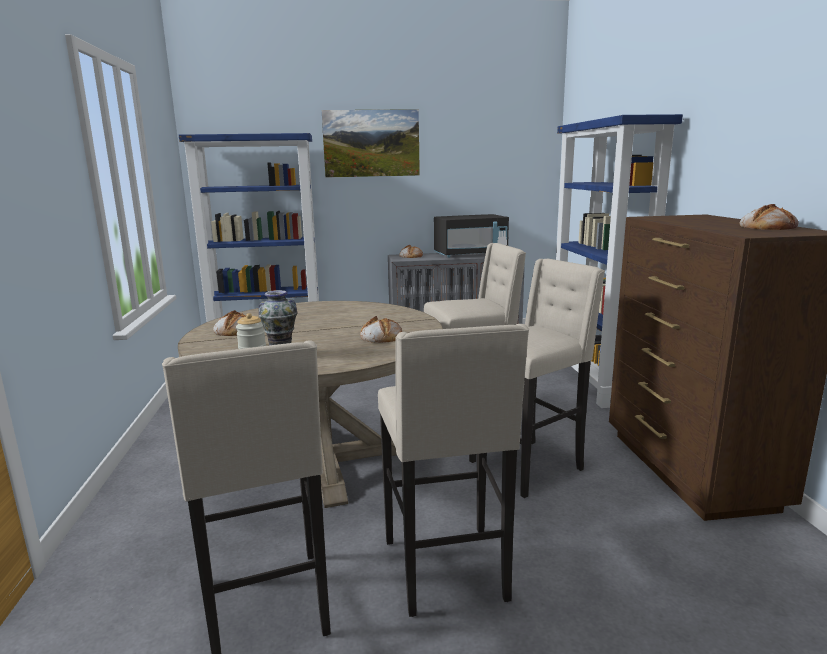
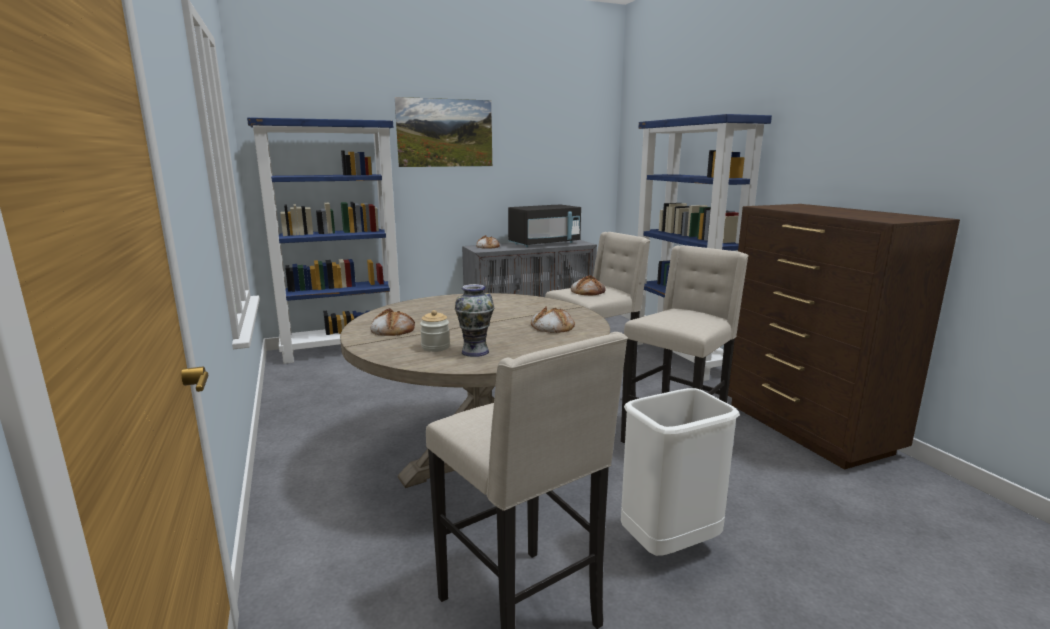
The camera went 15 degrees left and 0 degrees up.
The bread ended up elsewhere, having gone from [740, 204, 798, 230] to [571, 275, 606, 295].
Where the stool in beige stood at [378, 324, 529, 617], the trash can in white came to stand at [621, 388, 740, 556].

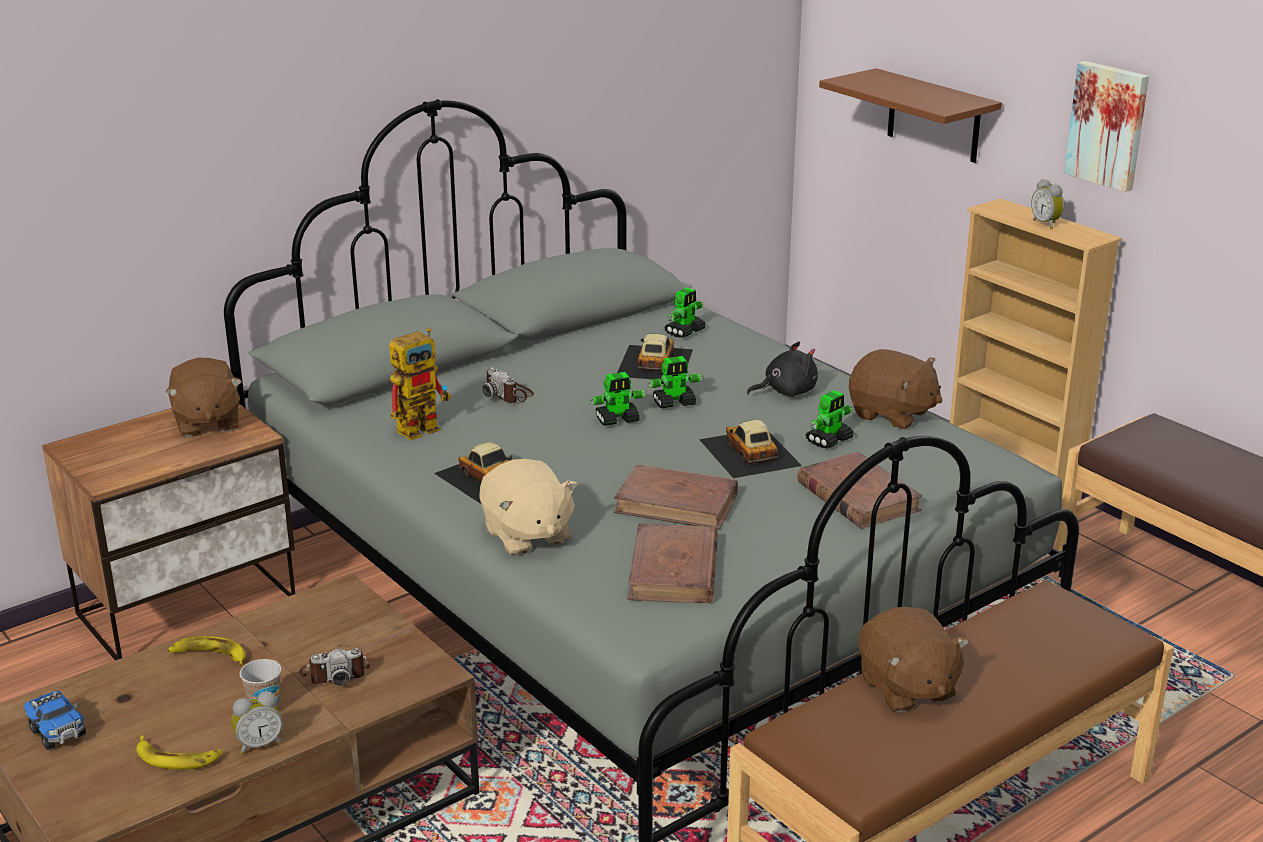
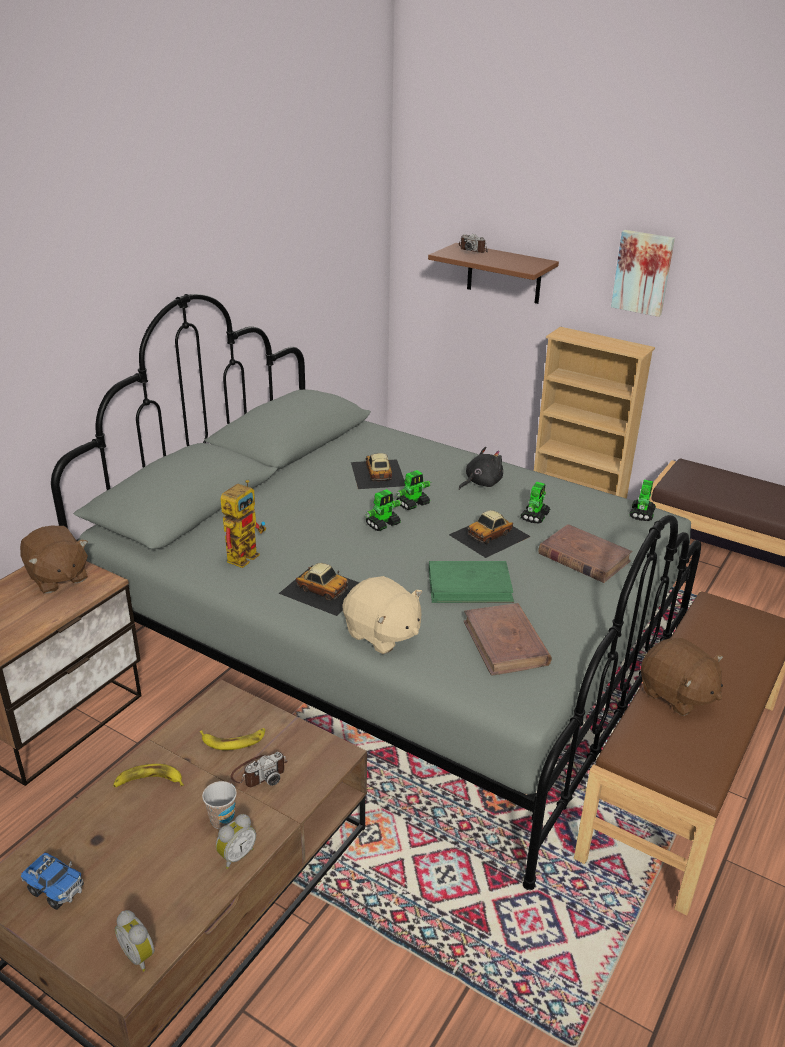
The camera went 20 degrees left and 5 degrees up.
The alarm clock ended up elsewhere, having gone from [1031, 179, 1064, 229] to [115, 910, 154, 972].
The banana ended up elsewhere, having gone from [136, 736, 223, 770] to [200, 728, 265, 750].
What was the book in brown at [614, 465, 738, 530] turned into the book in green at [429, 561, 514, 603].
The toy car at [699, 420, 802, 478] ended up facing another way, 90 degrees counterclockwise from before.
The photo camera ended up elsewhere, having gone from [483, 367, 534, 403] to [458, 234, 488, 253].
The toy robot ended up elsewhere, having gone from [664, 288, 706, 338] to [629, 480, 656, 521].
The second view lost the plush toy in brown at [849, 349, 943, 429].

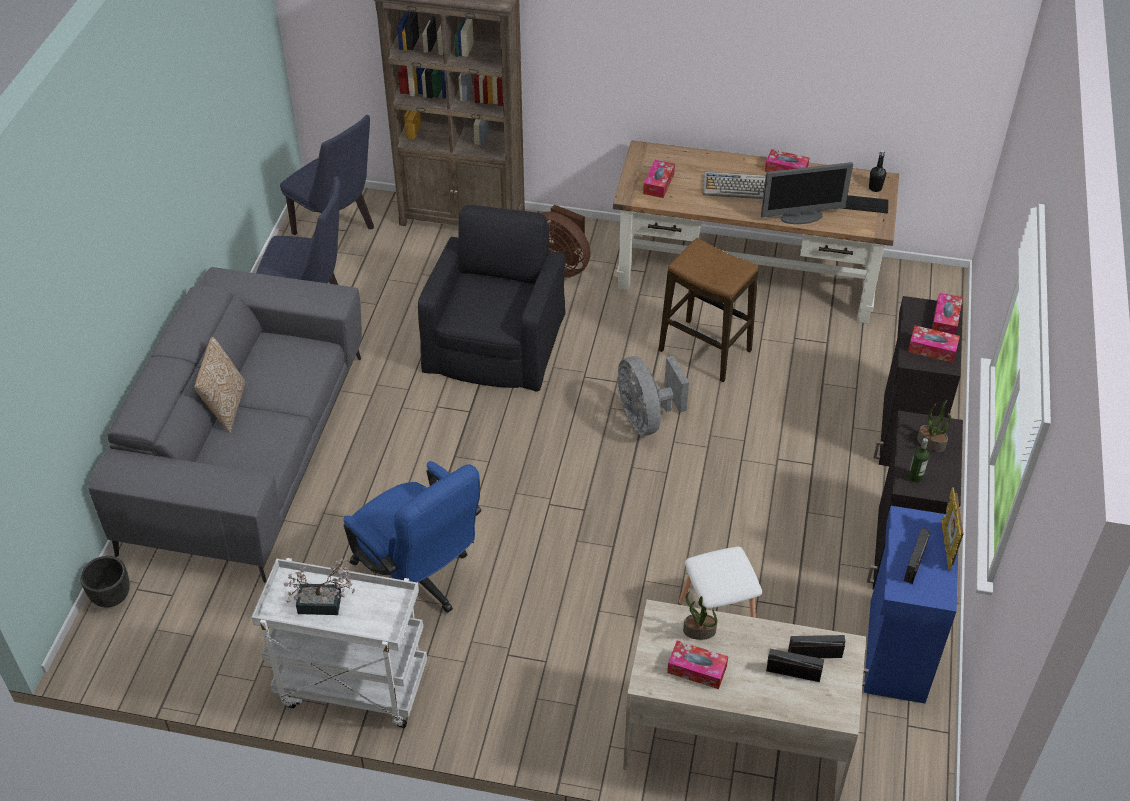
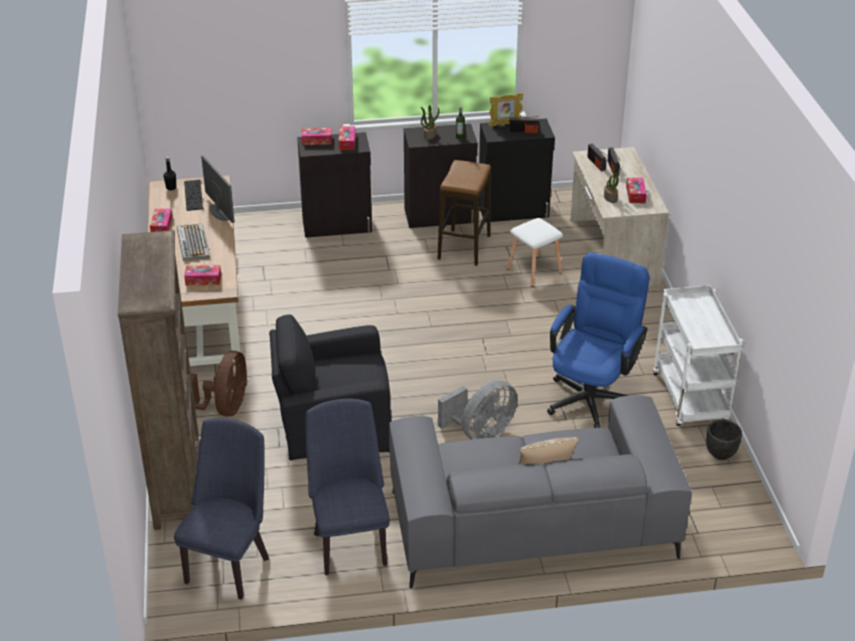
The camera went 110 degrees left and 10 degrees down.
The stool ended up elsewhere, having gone from [659, 238, 759, 382] to [438, 160, 491, 266].
The fan in grey ended up elsewhere, having gone from [618, 356, 689, 435] to [438, 380, 518, 439].
What was the cabinet in blue at [862, 506, 958, 703] turned into the cabinet in black at [479, 118, 555, 222].
The planter in black ended up elsewhere, having gone from [80, 556, 130, 607] to [706, 420, 742, 460].
The second view lost the potted plant at [284, 558, 355, 615].

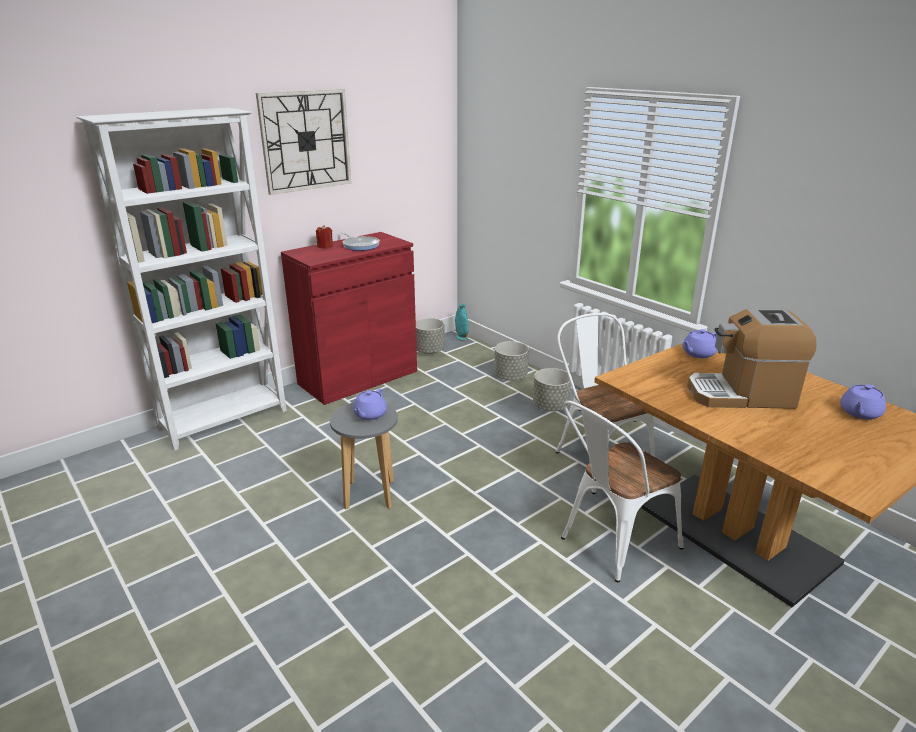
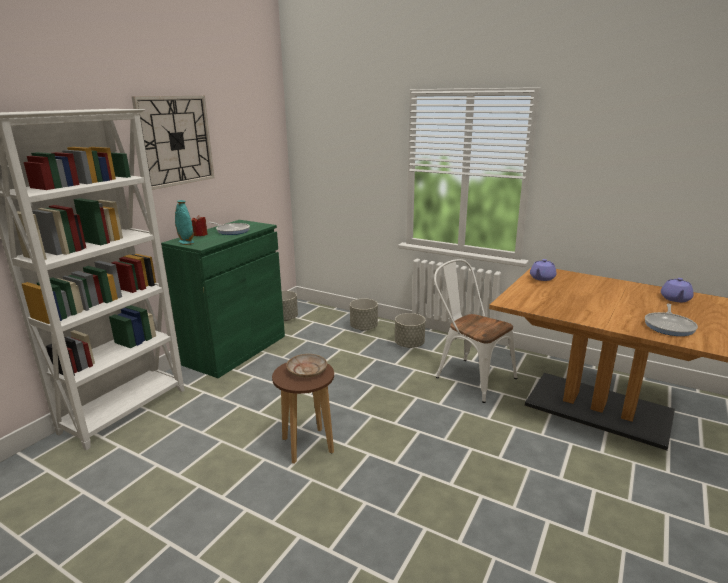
The camera went 20 degrees left and 5 degrees down.
What was the cabinet in red at [281, 232, 417, 405] turned into the cabinet in green at [161, 220, 285, 378].
The vase in turquoise ended up elsewhere, having gone from [455, 304, 469, 341] to [175, 200, 194, 245].
What was the stool in grey at [330, 403, 398, 510] turned into the stool in brown at [272, 363, 334, 464].
Where the teapot in purple stood at [353, 389, 387, 420], the plate in beige came to stand at [286, 354, 327, 377].
The second view gained the frying pan at [645, 304, 698, 336].
The second view lost the chair in white at [561, 401, 684, 582].
The second view lost the coffee machine at [687, 309, 816, 409].

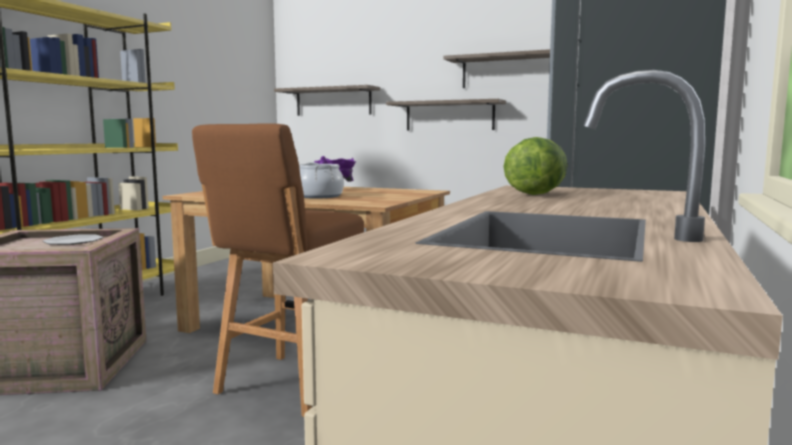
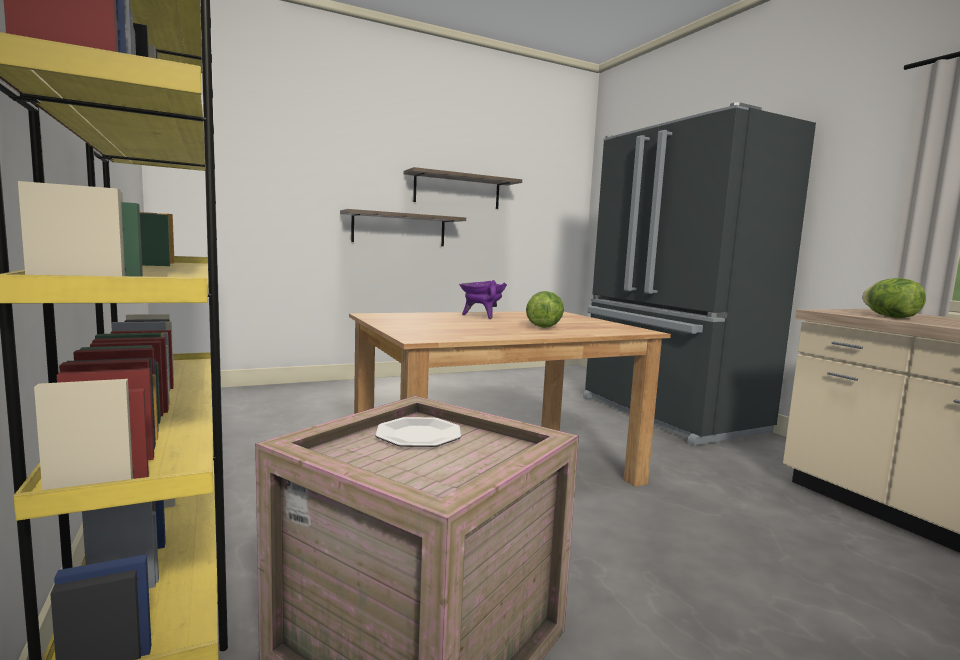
The camera went 50 degrees left and 0 degrees up.
Where the cooking pot stood at [299, 162, 344, 199], the lettuce came to stand at [526, 291, 564, 328].
The second view lost the stool in brown at [192, 123, 364, 417].
The second view lost the shelf at [274, 85, 380, 116].

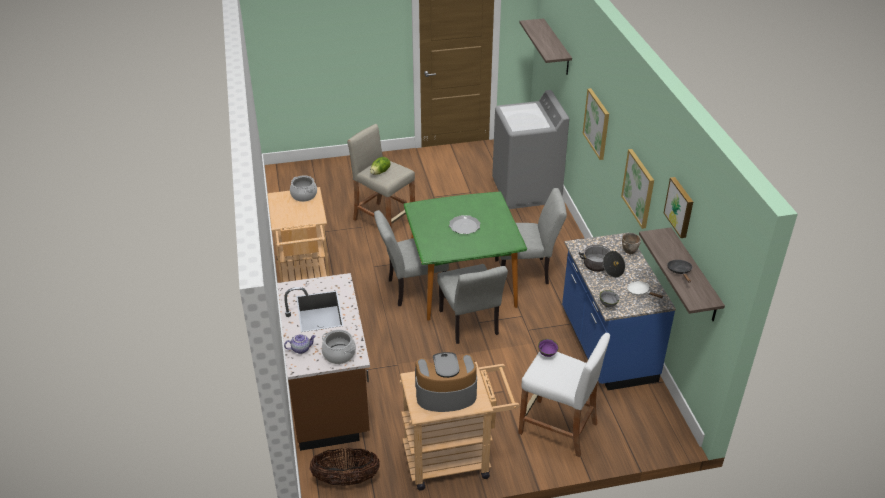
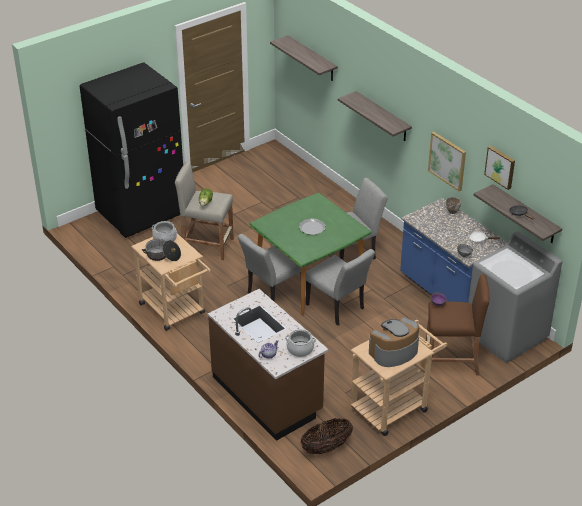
The camera went 25 degrees left and 0 degrees up.
The second view gained the fridge in black at [80, 62, 183, 238].
The cooking pot ended up elsewhere, having gone from [579, 245, 625, 278] to [142, 239, 181, 261].
Where the picture hung at [583, 88, 609, 160], the shelf came to hang at [338, 91, 412, 141].
What was the stool in white at [518, 333, 610, 457] turned into the stool in brown at [426, 273, 489, 376].
The washing machine in grey ended up elsewhere, having gone from [492, 90, 569, 209] to [468, 231, 562, 363].

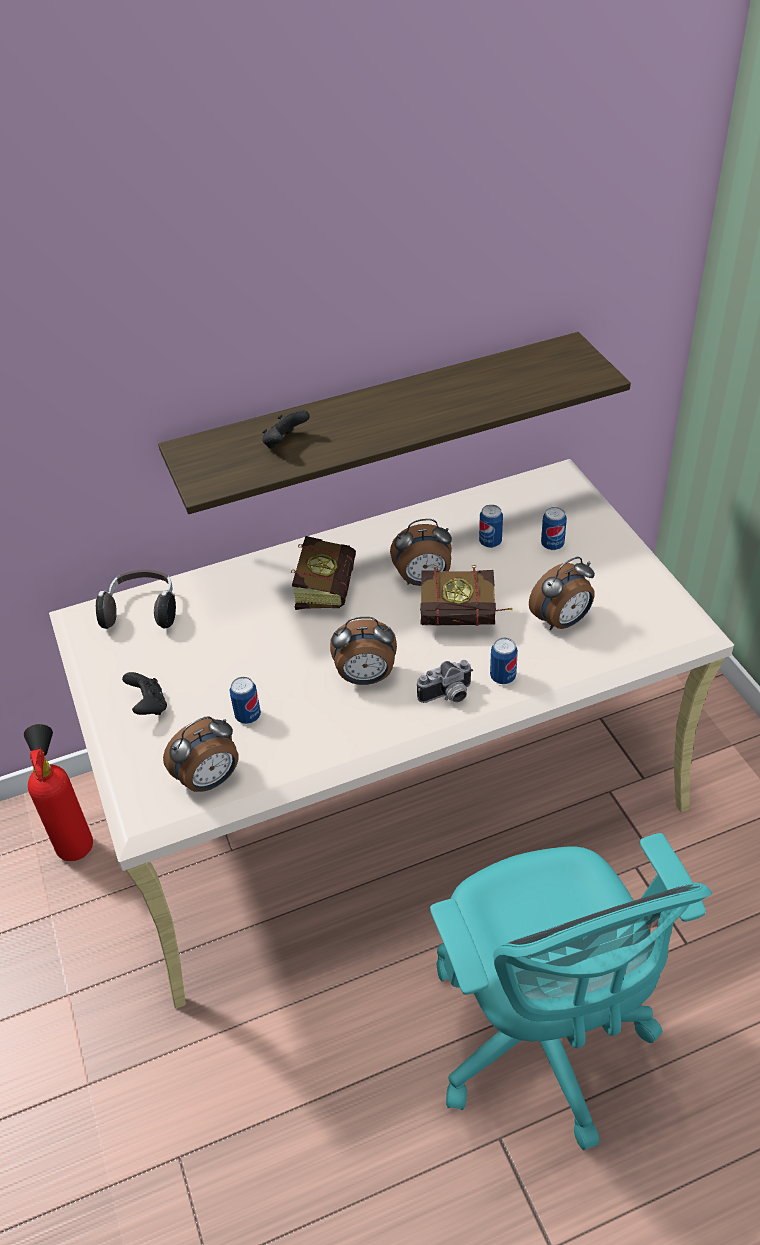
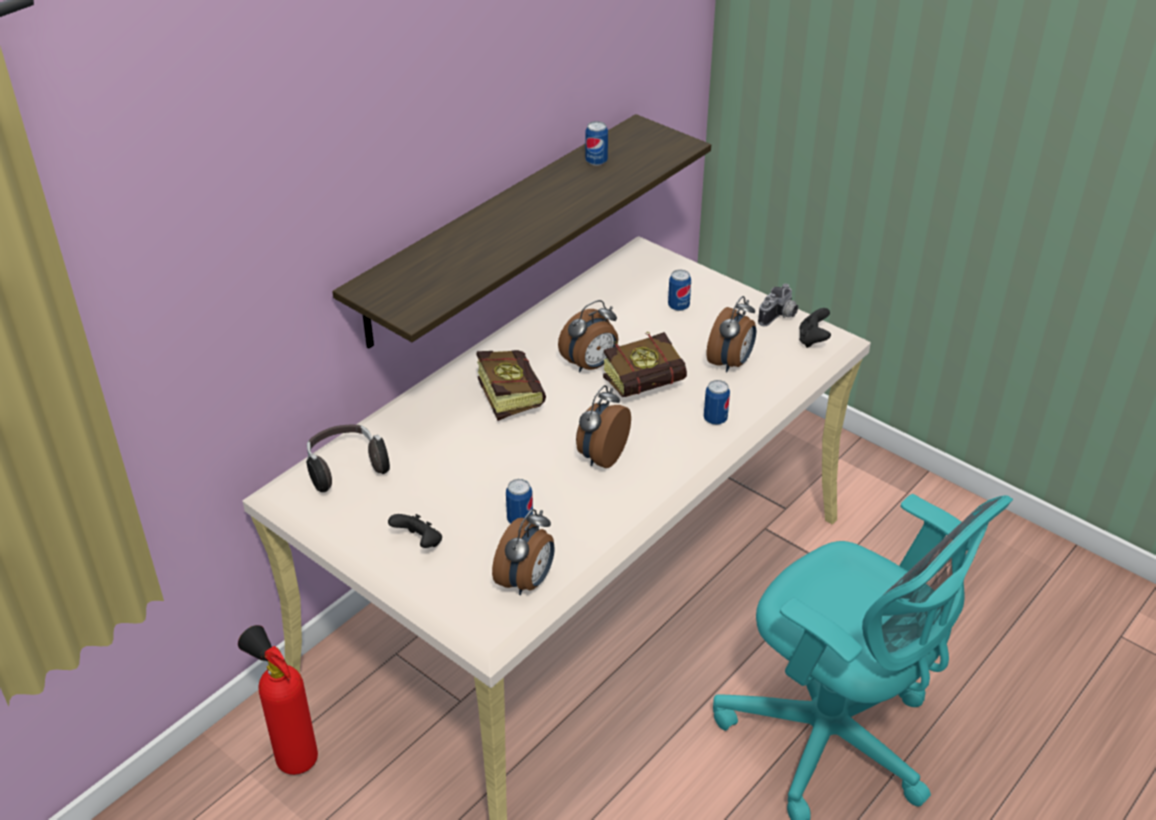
The camera went 30 degrees left and 5 degrees down.
The alarm clock at [330, 617, 397, 685] ended up facing another way, 150 degrees clockwise from before.
The can ended up elsewhere, having gone from [479, 505, 503, 548] to [585, 121, 608, 166].
The photo camera ended up elsewhere, having gone from [417, 660, 473, 703] to [758, 284, 798, 326].
The game controller in black ended up elsewhere, having gone from [262, 410, 310, 449] to [799, 308, 831, 348].

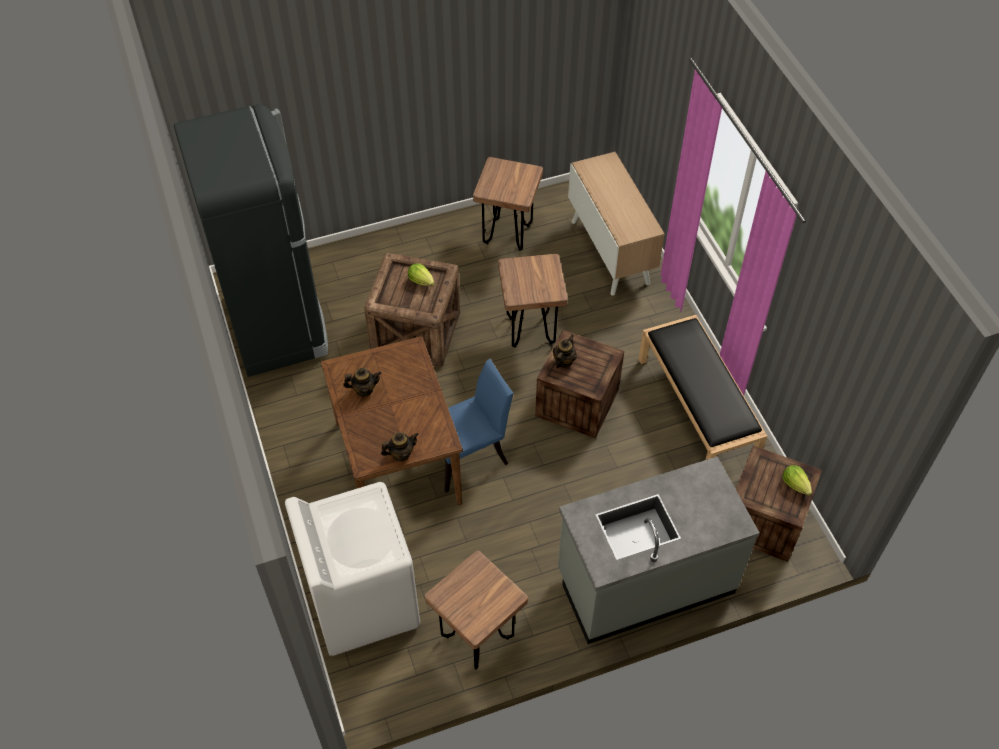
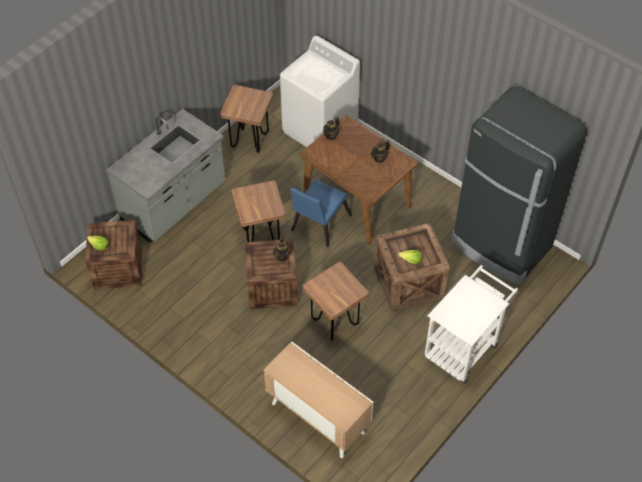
The camera went 150 degrees right and 0 degrees up.
The stool in brown ended up elsewhere, having gone from [473, 157, 543, 251] to [231, 180, 285, 242].
The second view gained the cart in white at [424, 265, 518, 384].
The second view lost the bench in black at [639, 315, 767, 460].

